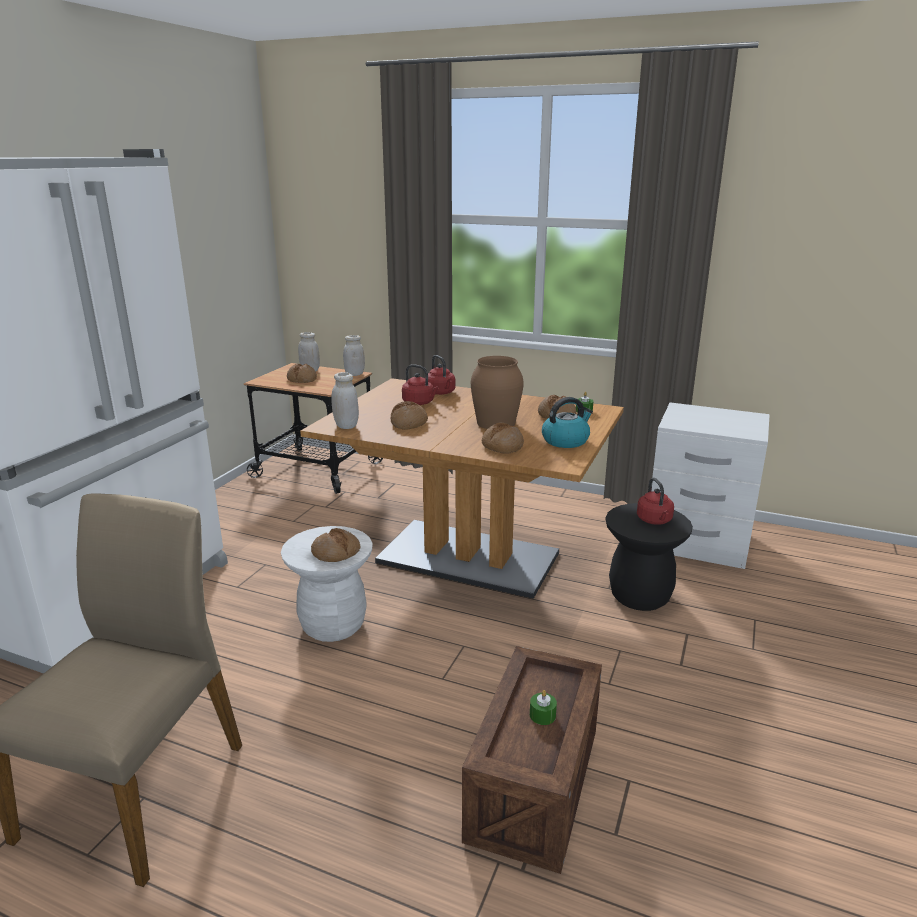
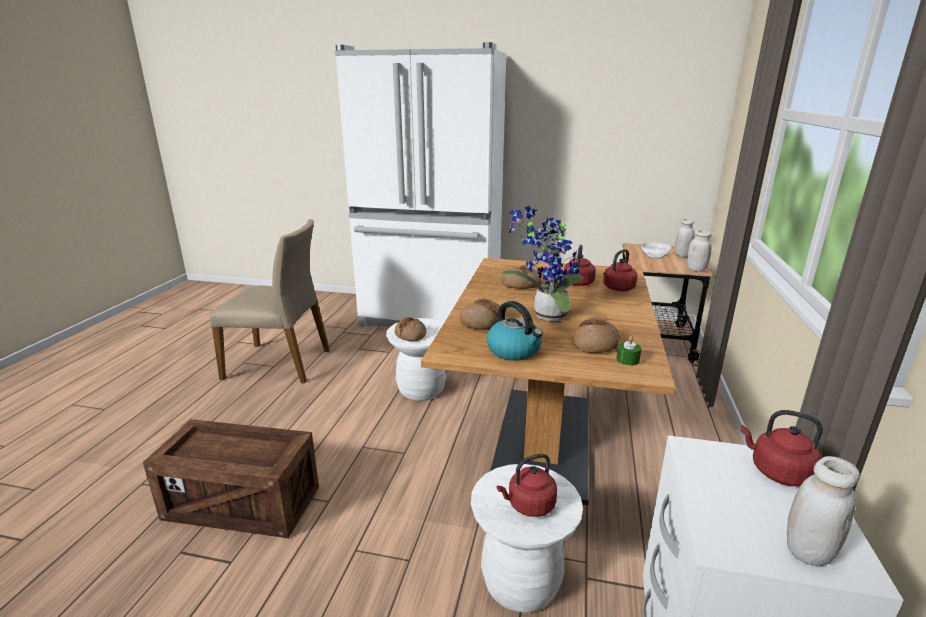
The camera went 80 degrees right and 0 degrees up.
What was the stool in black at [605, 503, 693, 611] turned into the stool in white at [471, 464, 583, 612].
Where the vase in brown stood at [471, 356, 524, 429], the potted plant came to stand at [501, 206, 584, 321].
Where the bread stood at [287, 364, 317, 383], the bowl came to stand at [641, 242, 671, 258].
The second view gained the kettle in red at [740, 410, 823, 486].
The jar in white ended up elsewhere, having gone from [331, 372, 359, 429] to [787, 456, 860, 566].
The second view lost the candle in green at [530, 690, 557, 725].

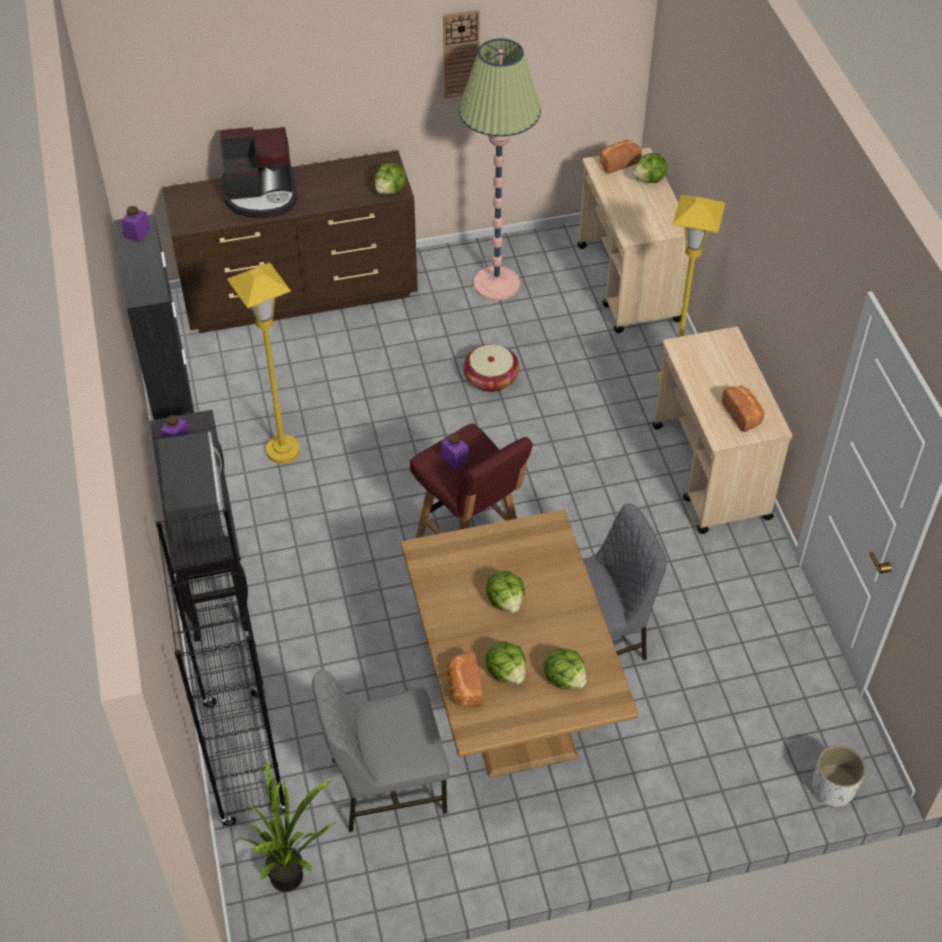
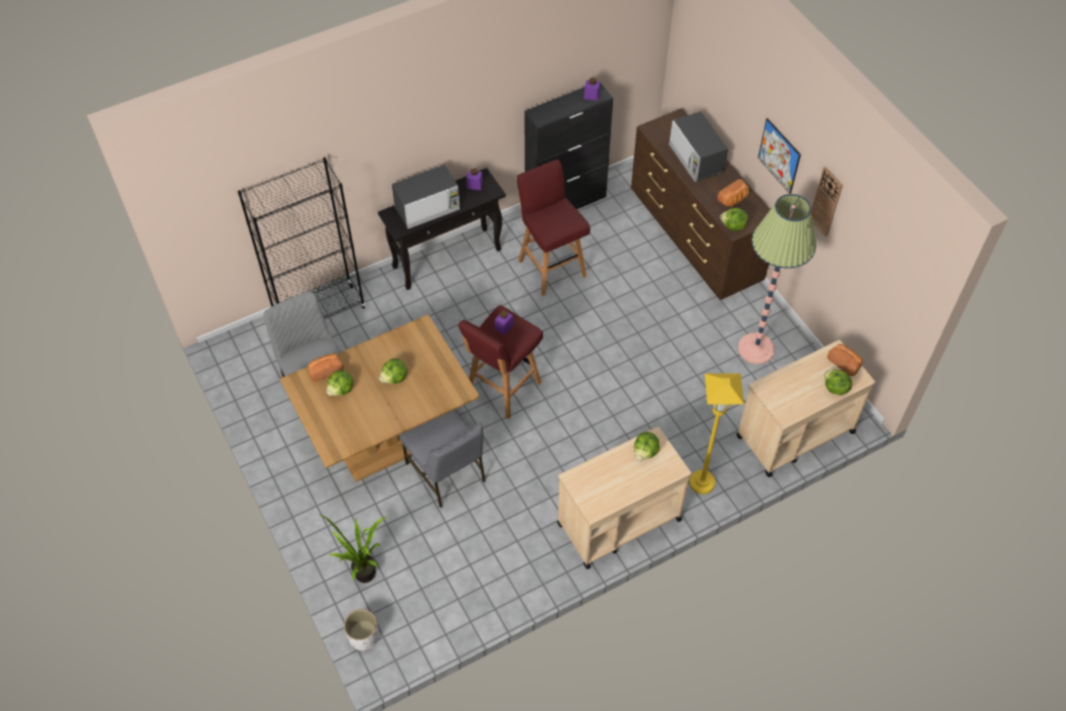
The camera went 75 degrees right and 5 degrees up.
The potted plant ended up elsewhere, having gone from [235, 760, 338, 892] to [318, 514, 387, 583].
Where the floor lamp in yellow stood at [227, 262, 300, 464], the stool in red came to stand at [517, 159, 590, 296].
The lettuce ended up elsewhere, having gone from [543, 648, 587, 689] to [634, 432, 660, 460].
Where the coffee machine stood at [220, 127, 297, 218], the microwave came to stand at [669, 111, 728, 182].
The bread ended up elsewhere, having gone from [722, 386, 764, 432] to [717, 179, 749, 207].
The second view gained the picture at [758, 118, 801, 194].
The second view lost the basket at [463, 344, 519, 392].

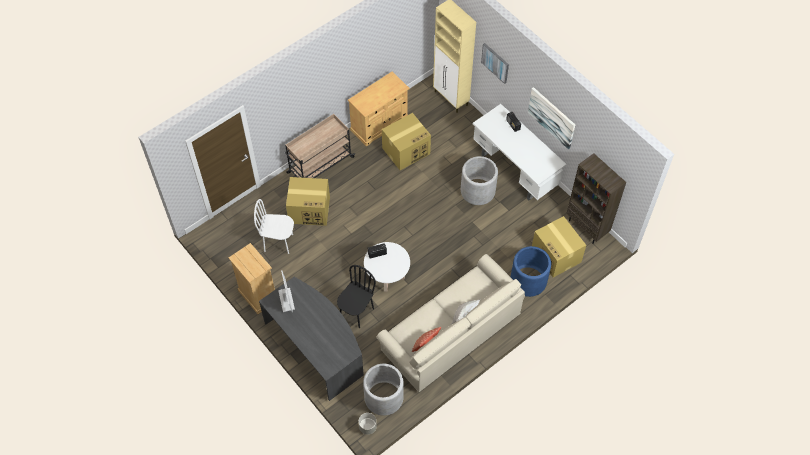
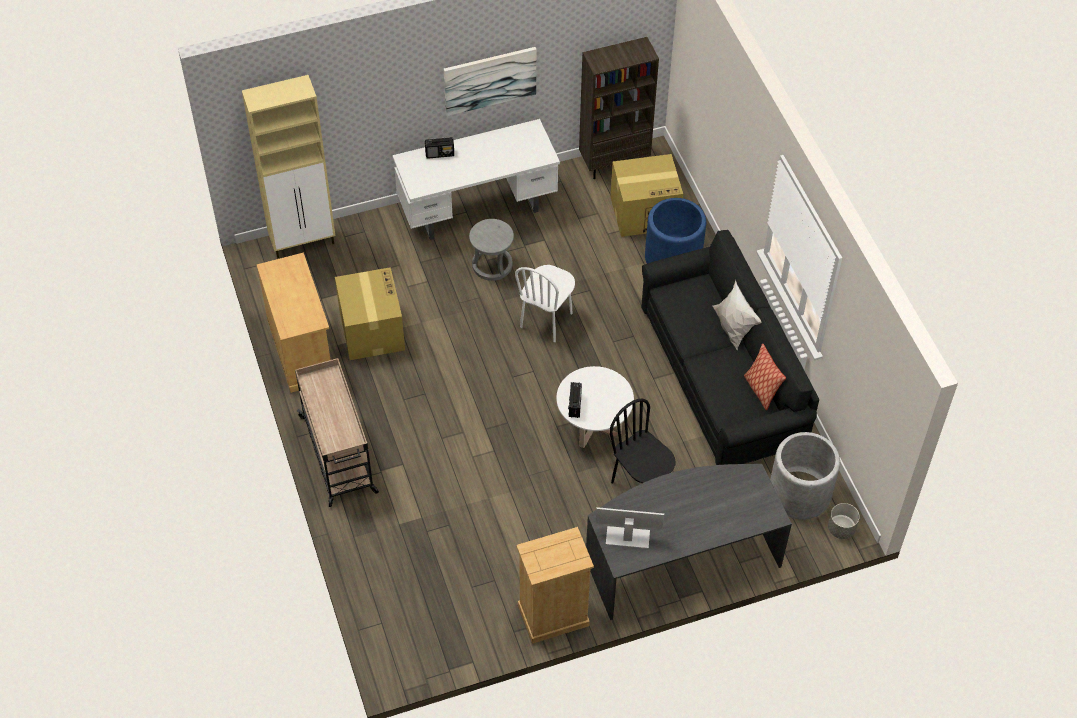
The camera went 70 degrees left and 5 degrees down.
Where the planter in grey stood at [461, 156, 498, 205], the stool in grey came to stand at [469, 219, 514, 281].
The chair in white ended up elsewhere, having gone from [254, 199, 294, 254] to [515, 265, 575, 342].
What was the sofa in beige at [376, 254, 525, 392] turned into the sofa in black at [641, 230, 819, 465].
The second view lost the cardboard box at [286, 177, 330, 226].
The second view lost the picture at [481, 43, 509, 84].

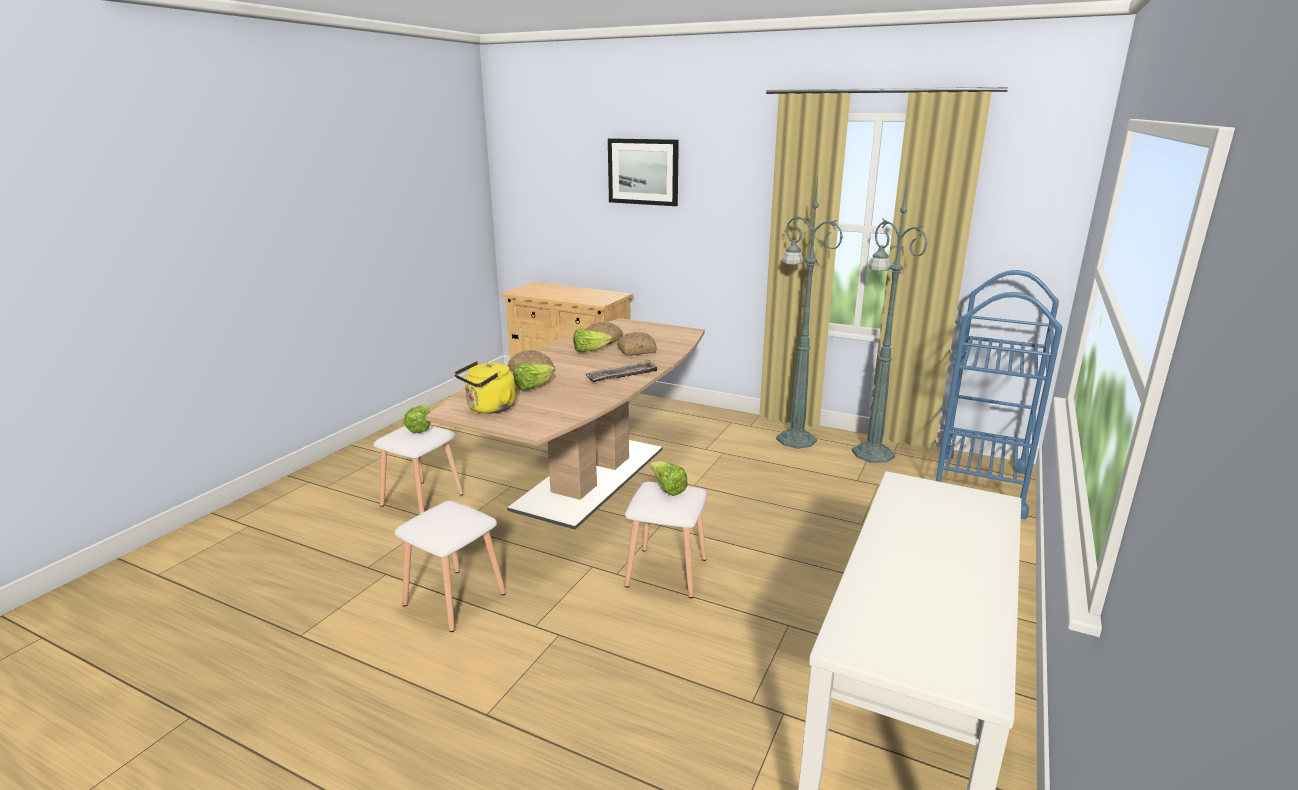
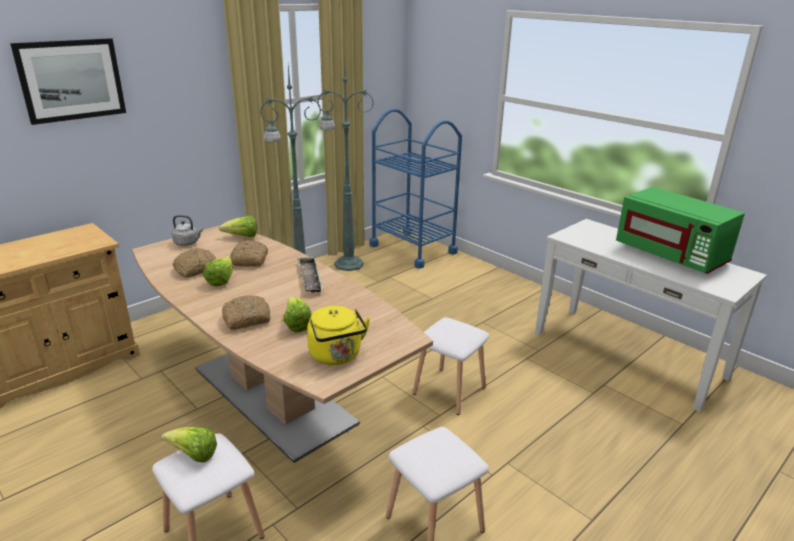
The camera went 70 degrees left and 5 degrees up.
The second view gained the kettle in grey at [172, 215, 203, 246].
The lettuce ended up elsewhere, having gone from [650, 461, 688, 496] to [219, 216, 257, 237].
The second view gained the microwave in green at [616, 187, 745, 274].

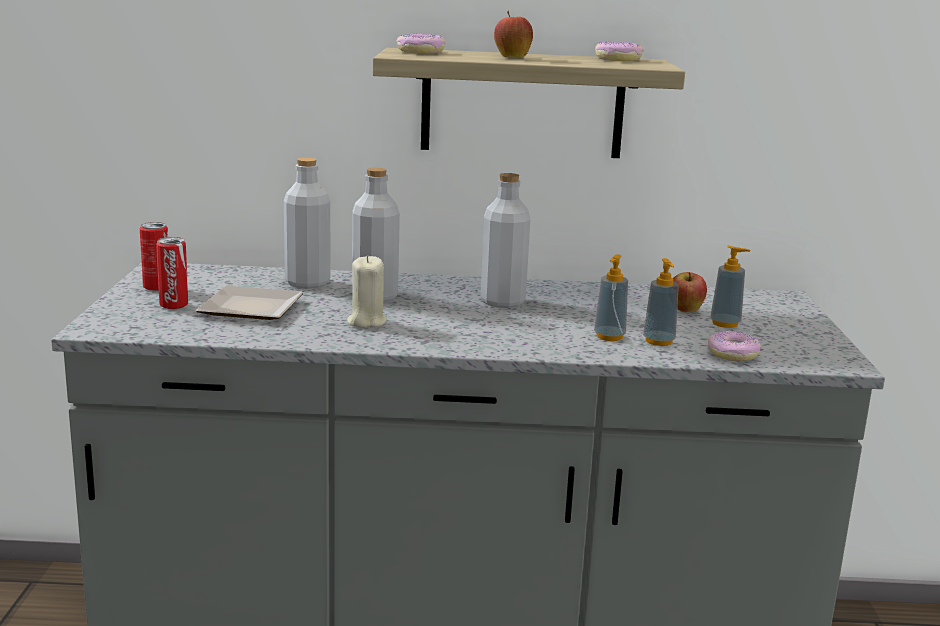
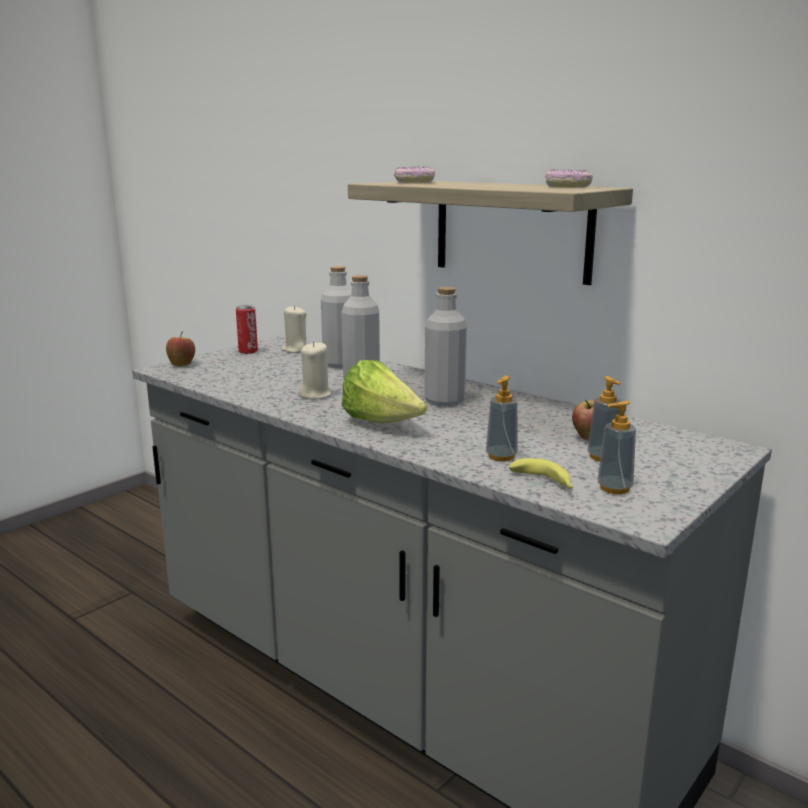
The camera went 40 degrees right and 0 degrees up.
The apple ended up elsewhere, having gone from [494, 11, 533, 58] to [166, 331, 195, 367].
The second view gained the candle in beige at [281, 306, 307, 353].
The second view gained the lettuce at [342, 360, 427, 423].
Where the donut stood at [707, 331, 761, 361], the banana came to stand at [509, 458, 573, 489].
The soap dispenser ended up elsewhere, having gone from [594, 254, 628, 341] to [597, 401, 636, 494].
The second view lost the can at [156, 237, 188, 309].
The second view lost the plate at [195, 286, 304, 320].

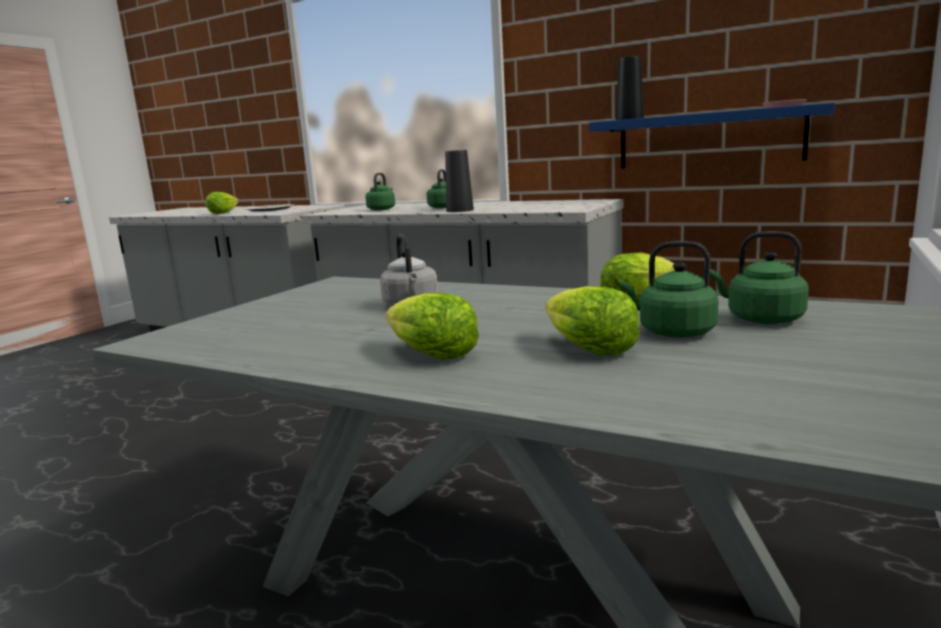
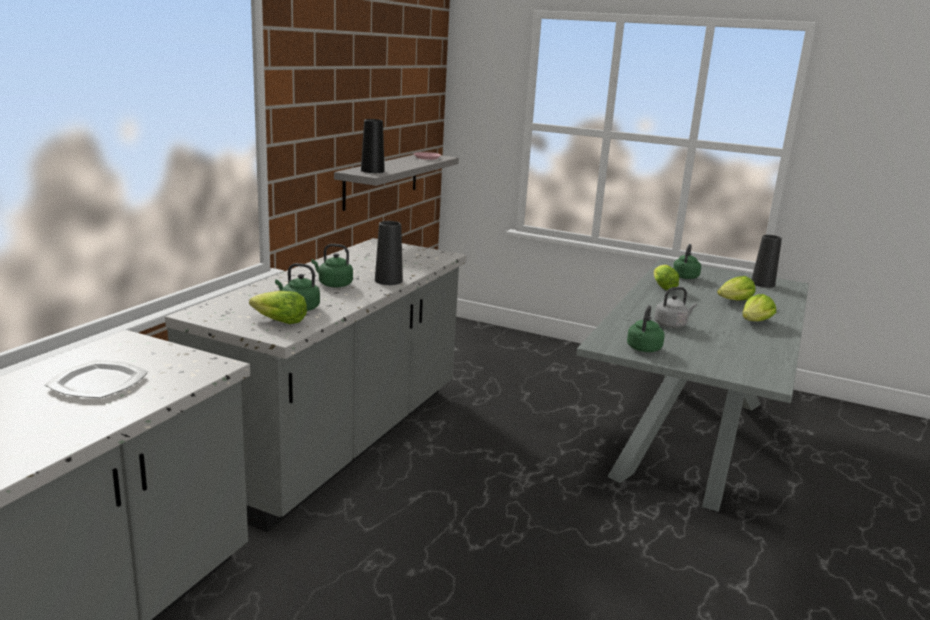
The camera went 95 degrees left and 5 degrees up.
The lettuce ended up elsewhere, having gone from [205, 192, 239, 214] to [249, 291, 307, 324].
What was the shelf in blue at [589, 103, 835, 168] turned into the shelf in grey at [334, 155, 459, 211].
The kettle in green ended up elsewhere, having gone from [620, 241, 719, 338] to [627, 305, 665, 352].
The second view gained the vase in black at [752, 235, 782, 288].

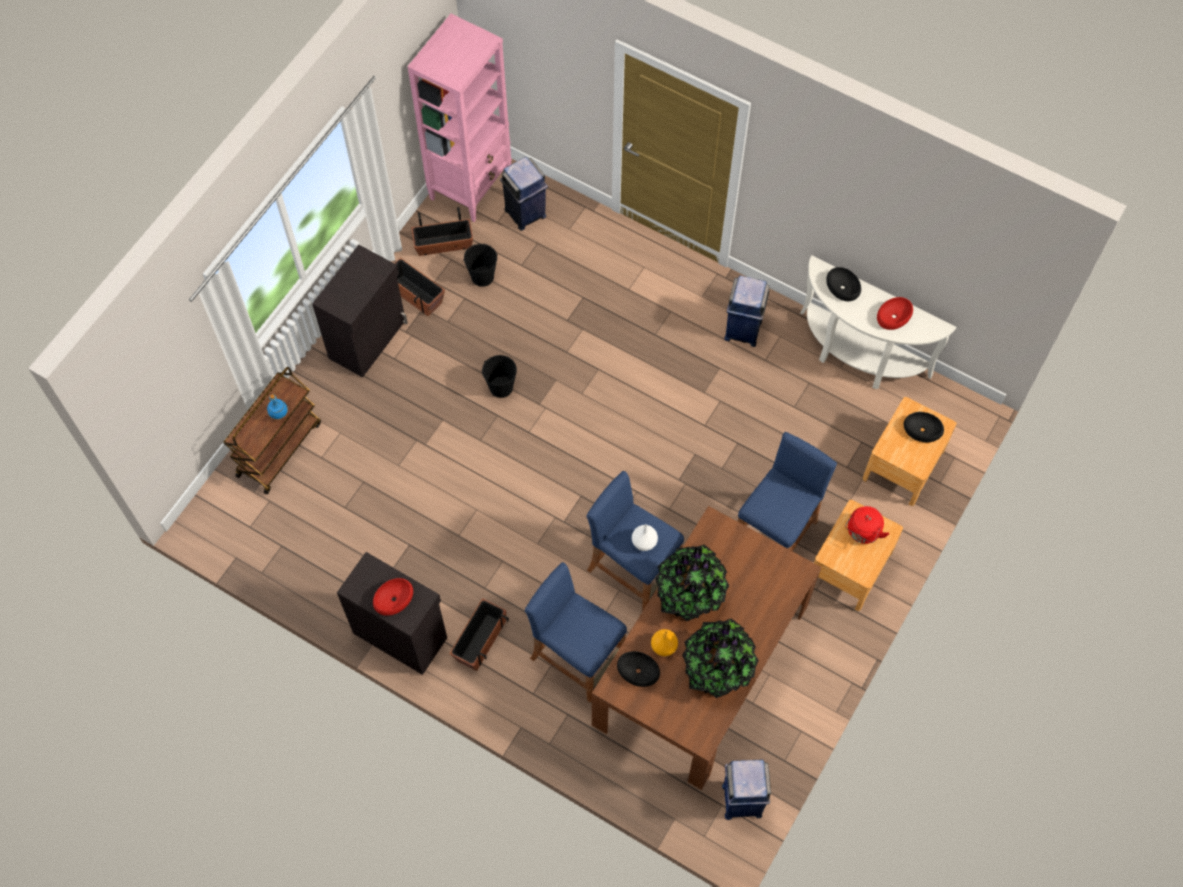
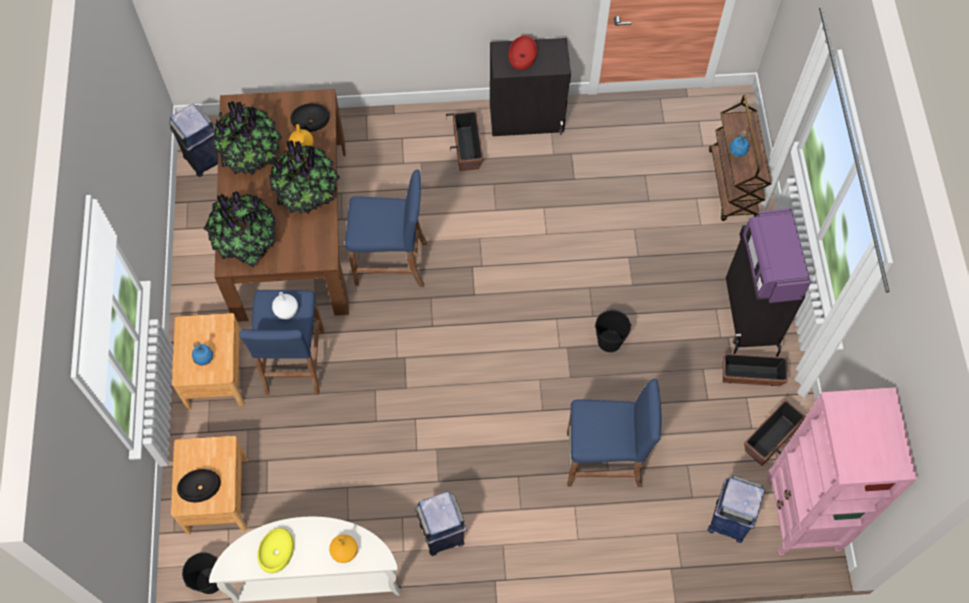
The camera went 145 degrees right and 0 degrees up.
The bucket in black ended up elsewhere, having gone from [463, 243, 498, 287] to [182, 552, 219, 594].
Where the kettle in red stood at [845, 506, 889, 544], the bottle in blue came to stand at [192, 341, 213, 366].
The second view gained the potted plant at [204, 191, 276, 268].
What was the bowl in red at [877, 297, 913, 330] turned into the bowl in yellow at [257, 528, 294, 573].
The vase in white ended up elsewhere, having gone from [632, 525, 658, 551] to [272, 292, 298, 319].
Where the bowl in black stood at [826, 267, 861, 301], the vase in orange came to stand at [329, 534, 358, 563].
The stool in blue ended up elsewhere, having gone from [525, 562, 627, 703] to [567, 379, 661, 487].
The second view gained the microwave in purple at [743, 208, 811, 304].

